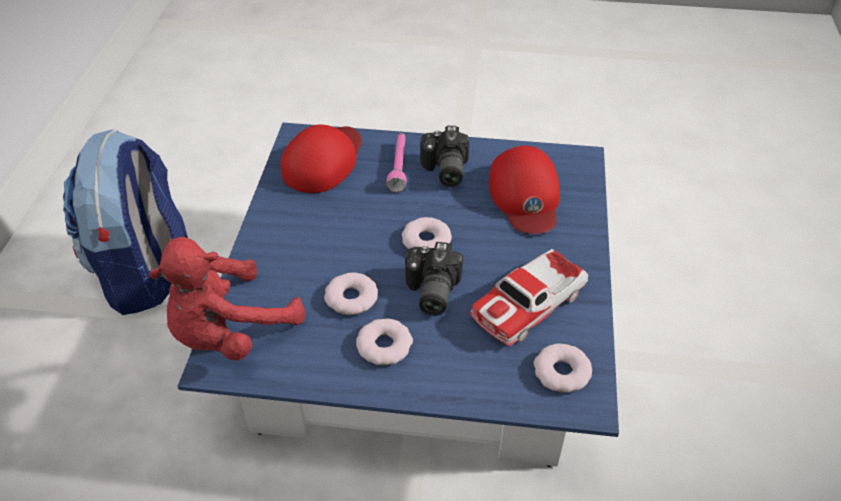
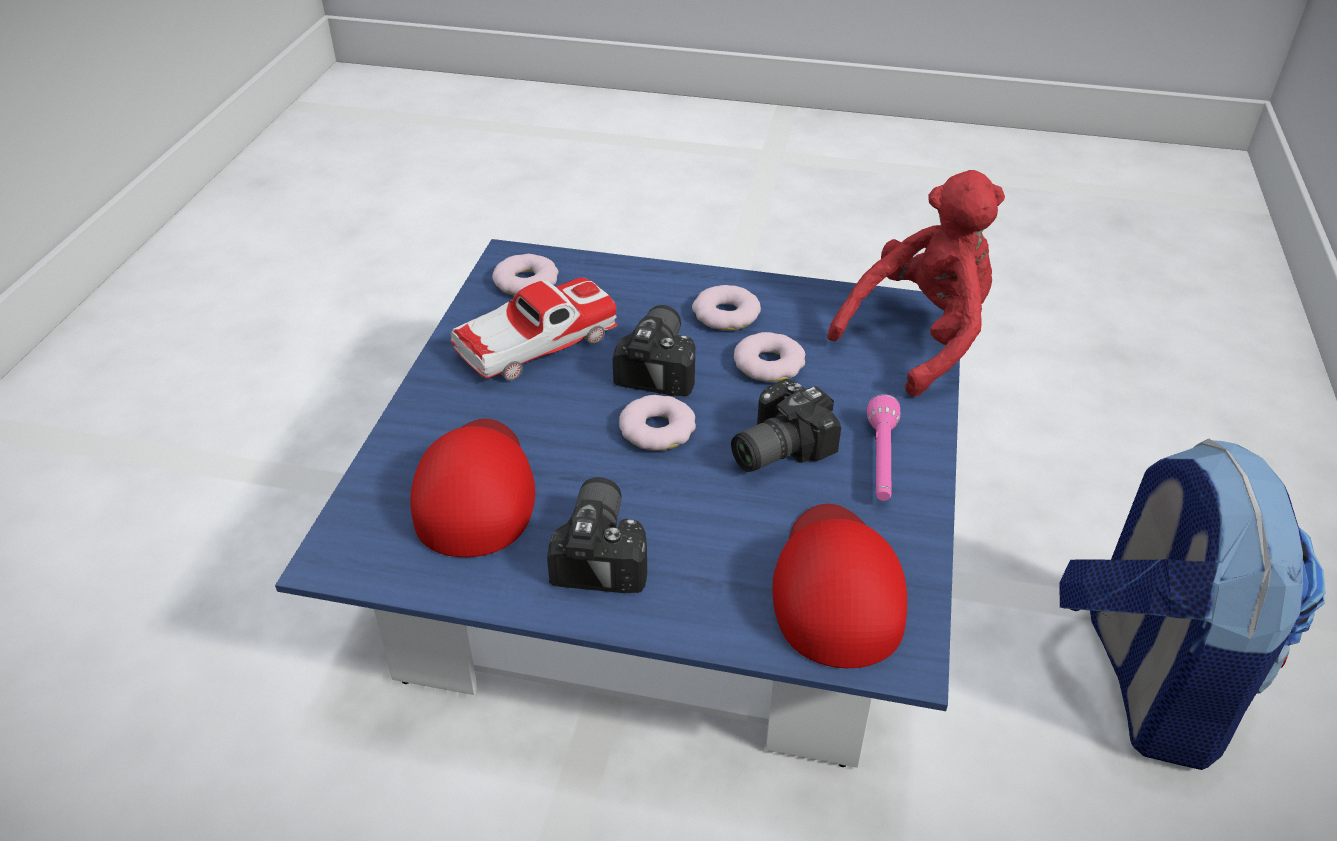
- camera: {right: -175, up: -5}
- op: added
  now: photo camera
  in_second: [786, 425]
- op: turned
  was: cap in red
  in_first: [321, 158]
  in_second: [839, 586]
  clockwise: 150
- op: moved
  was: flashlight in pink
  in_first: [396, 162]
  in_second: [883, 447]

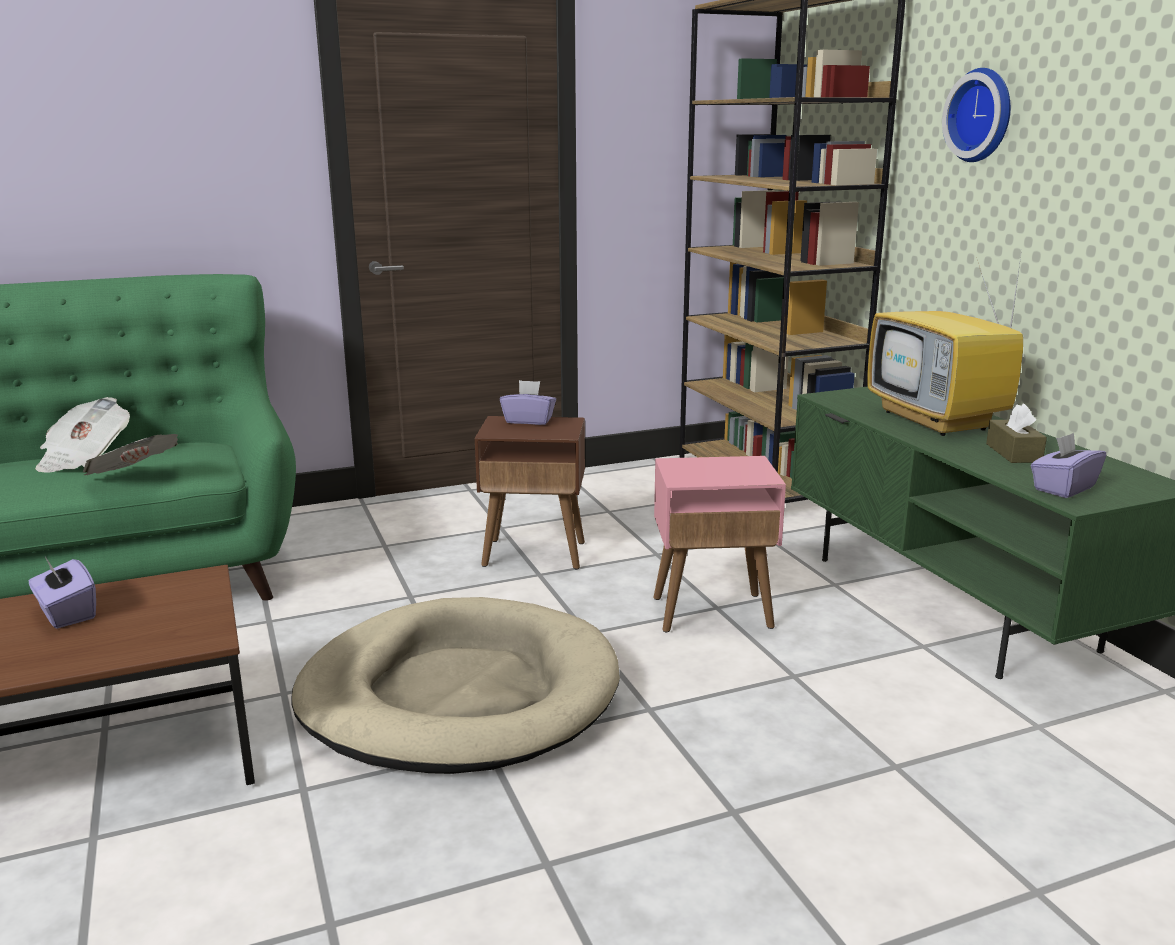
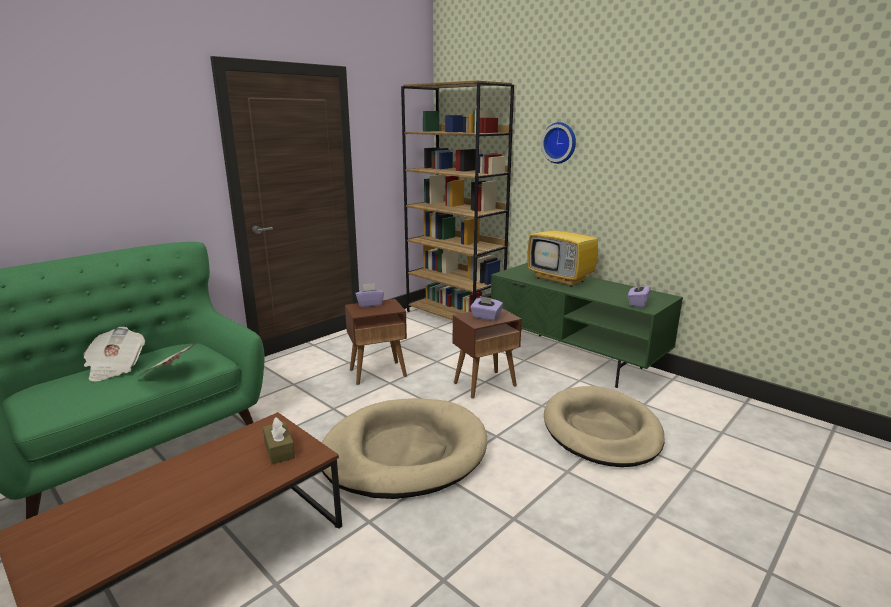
- camera: {right: -25, up: 0}
- op: moved
  was: tissue box in brown
  in_first: [1016, 433]
  in_second: [279, 440]
- op: recoloured
  was: side table in pink
  now: side table in brown
  in_first: [719, 544]
  in_second: [487, 353]
- op: moved
  was: tissue box in purple
  in_first: [62, 593]
  in_second: [486, 308]
- op: added
  now: dog bed in beige
  in_second: [604, 426]

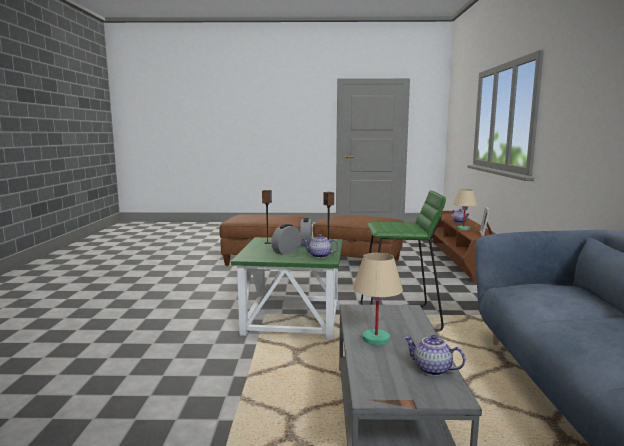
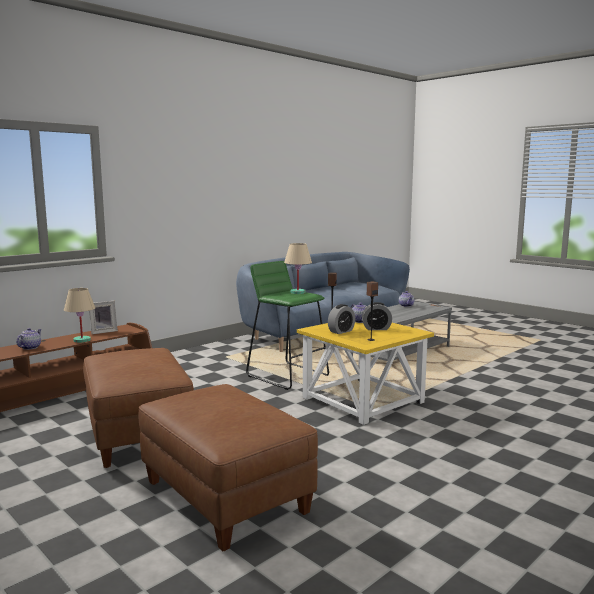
- camera: {right: -135, up: 0}
- op: moved
  was: table lamp in beige
  in_first: [378, 299]
  in_second: [298, 268]
- op: recoloured
  was: side table in green
  now: side table in yellow
  in_first: [287, 288]
  in_second: [365, 373]

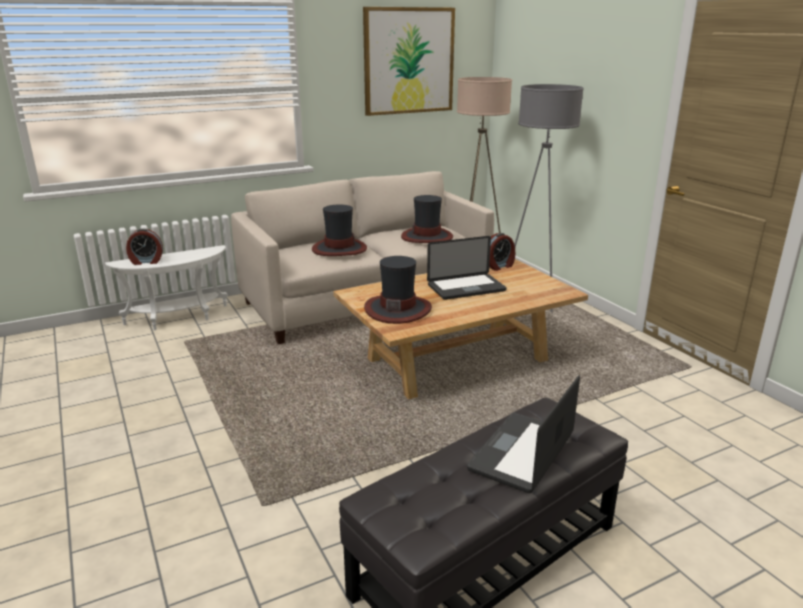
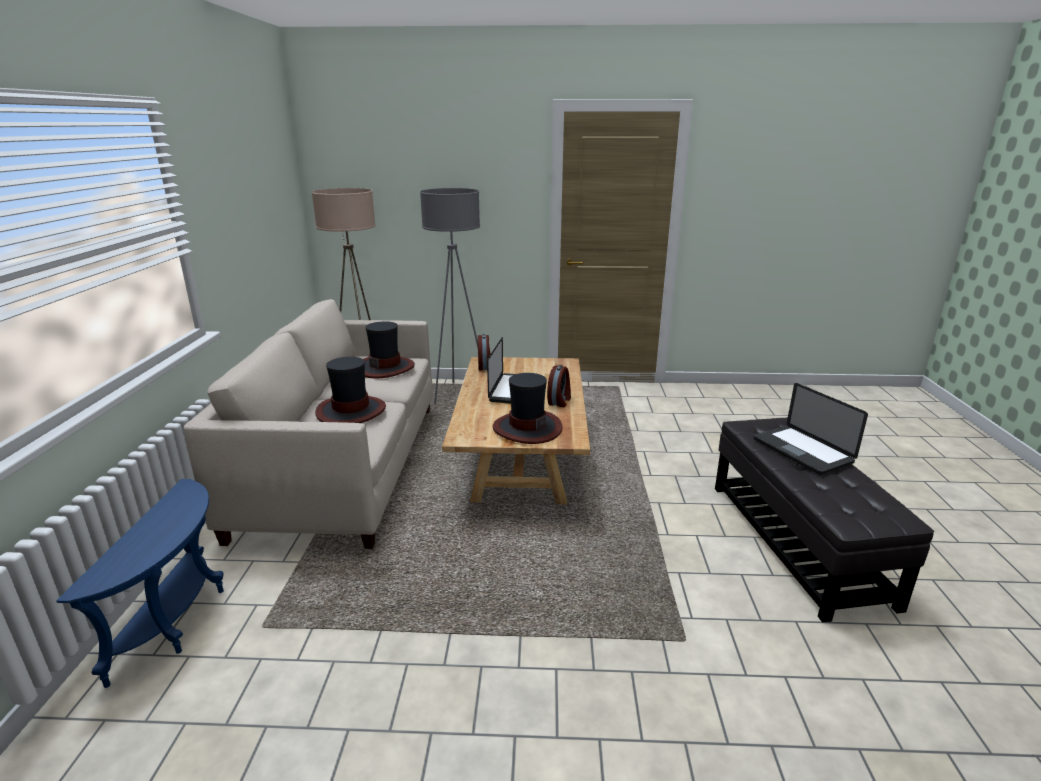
- camera: {right: -60, up: 0}
- op: recoloured
  was: side table in white
  now: side table in blue
  in_first: [166, 287]
  in_second: [140, 583]
- op: moved
  was: alarm clock
  in_first: [144, 247]
  in_second: [559, 386]
- op: removed
  was: picture
  in_first: [409, 61]

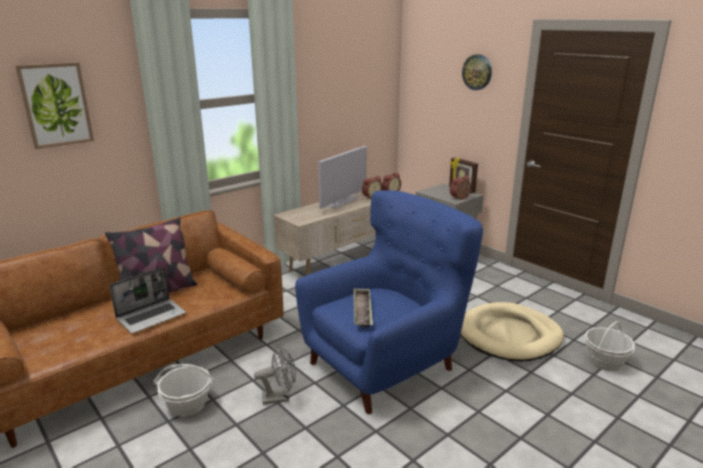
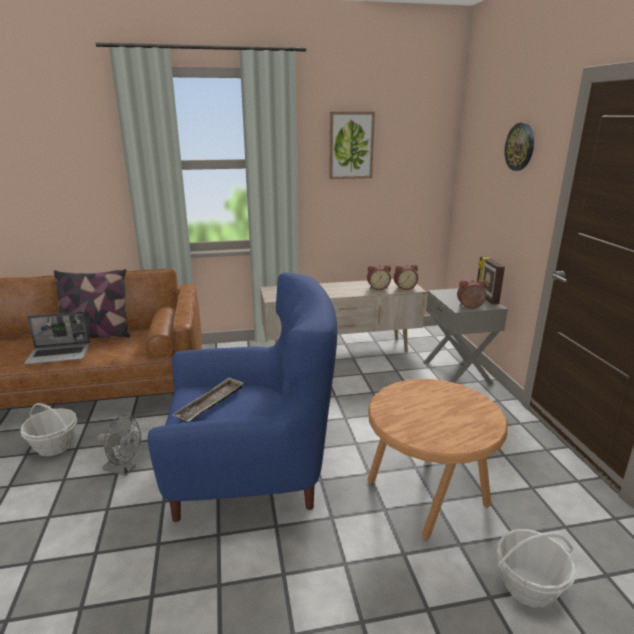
- camera: {right: 30, up: 0}
- op: moved
  was: picture
  in_first: [54, 105]
  in_second: [352, 145]
- op: replaced
  was: dog bed in beige
  now: side table in brown
  in_first: [512, 332]
  in_second: [438, 459]
- op: removed
  was: television
  in_first: [342, 177]

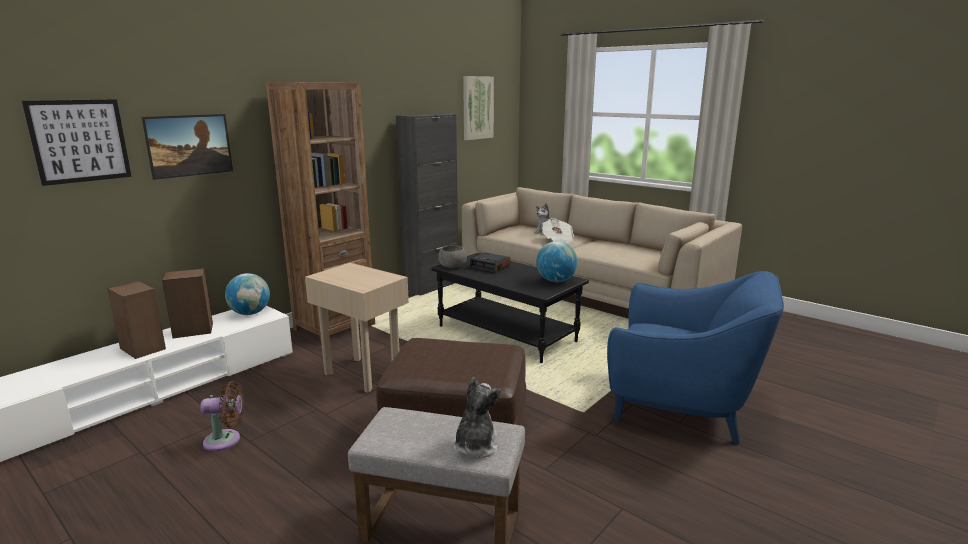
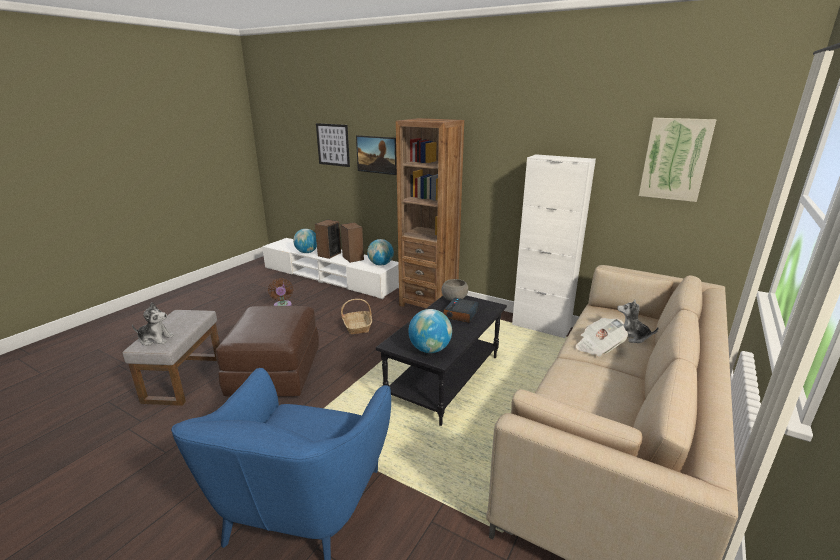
- camera: {right: 80, up: 5}
- op: added
  now: globe
  in_second: [305, 241]
- op: replaced
  was: side table in beige
  now: basket
  in_first: [357, 327]
  in_second: [356, 316]
- op: recoloured
  was: cabinet in black
  now: cabinet in white
  in_first: [427, 205]
  in_second: [554, 246]

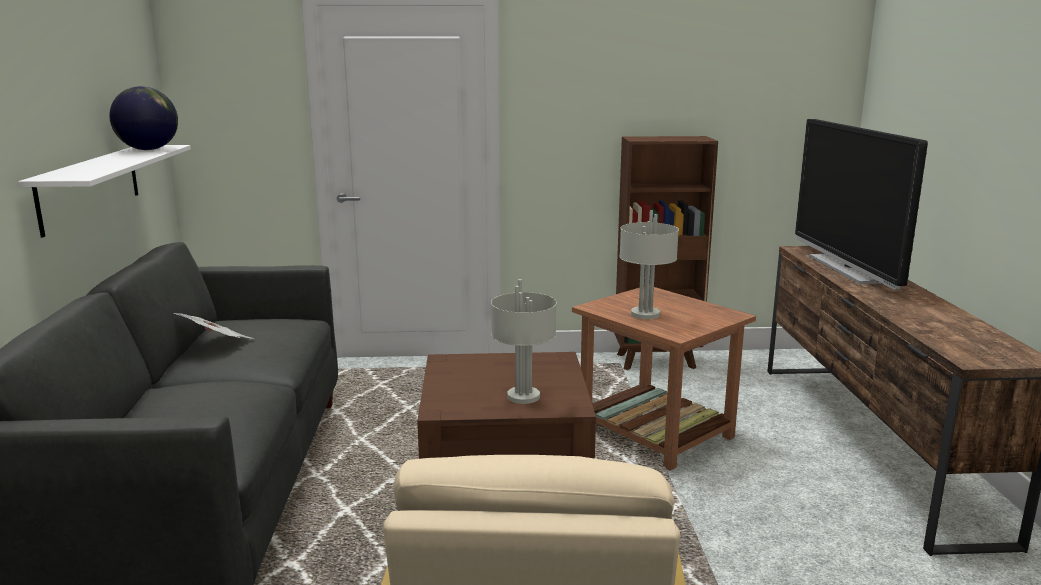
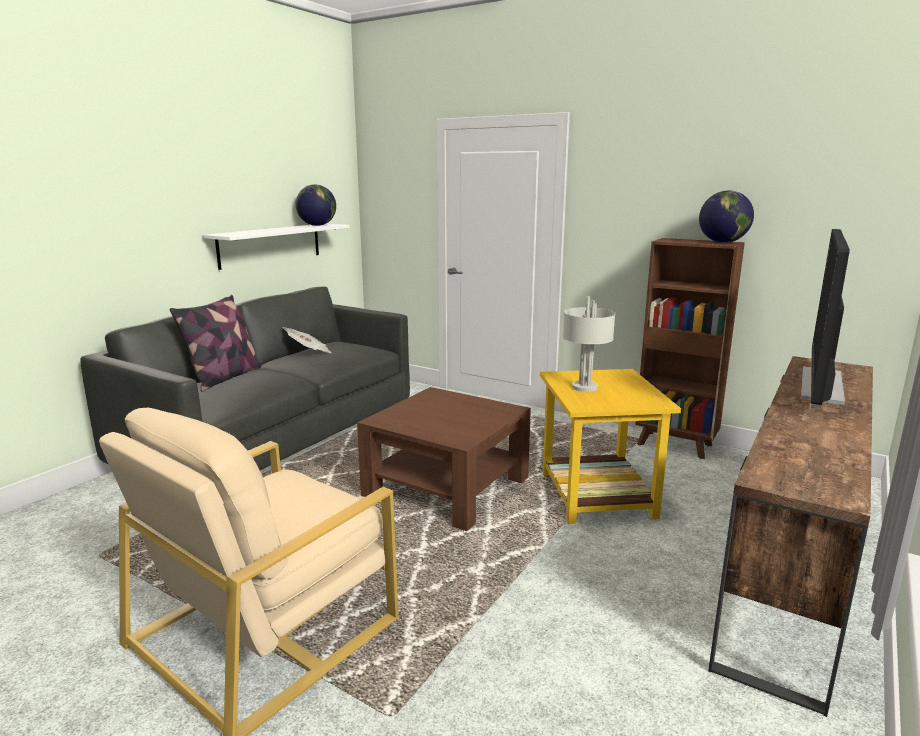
- camera: {right: 35, up: 0}
- op: added
  now: pillow
  in_second: [215, 343]
- op: recoloured
  was: side table in brown
  now: side table in yellow
  in_first: [664, 378]
  in_second: [610, 446]
- op: added
  now: globe
  in_second: [726, 217]
- op: removed
  was: table lamp in grey
  in_first: [524, 341]

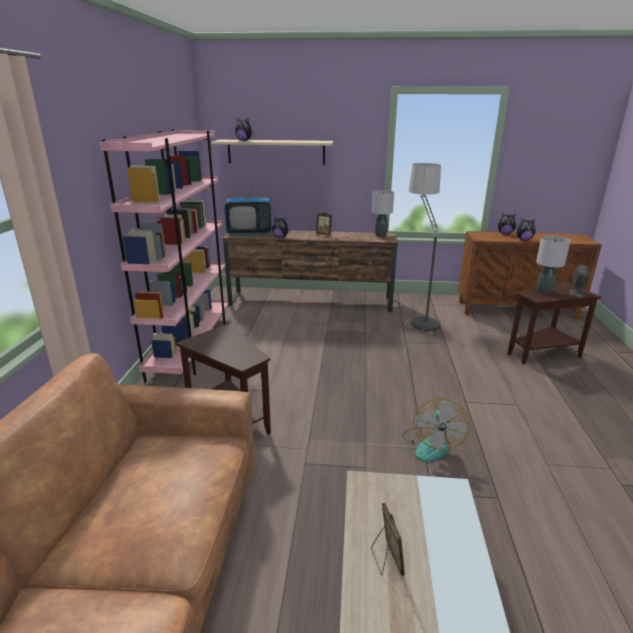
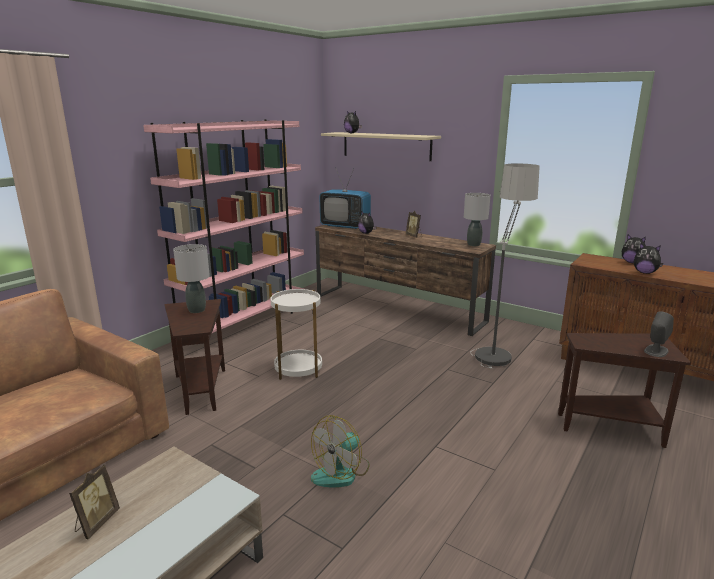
- camera: {right: 30, up: -5}
- op: moved
  was: table lamp in grey
  in_first: [553, 264]
  in_second: [191, 278]
- op: added
  now: side table in white
  in_second: [296, 334]

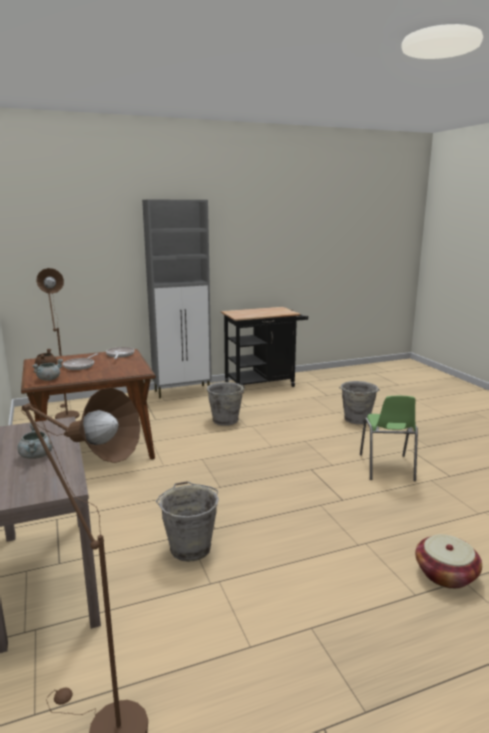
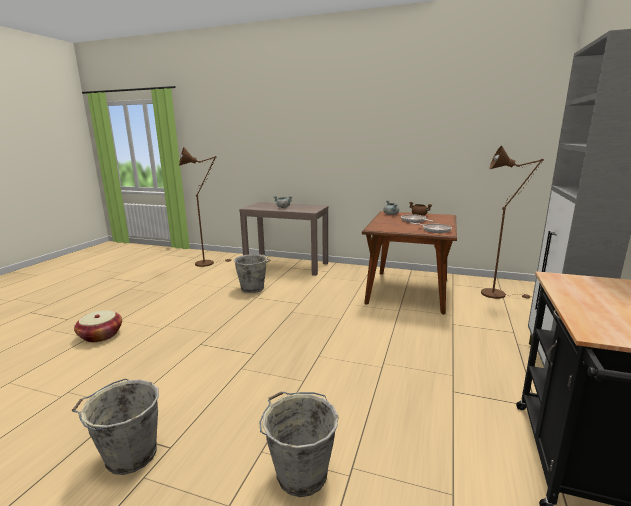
- camera: {right: 130, up: 0}
- op: moved
  was: bucket in grey
  in_first: [225, 404]
  in_second: [115, 426]
- op: removed
  was: chair in green
  in_first: [389, 438]

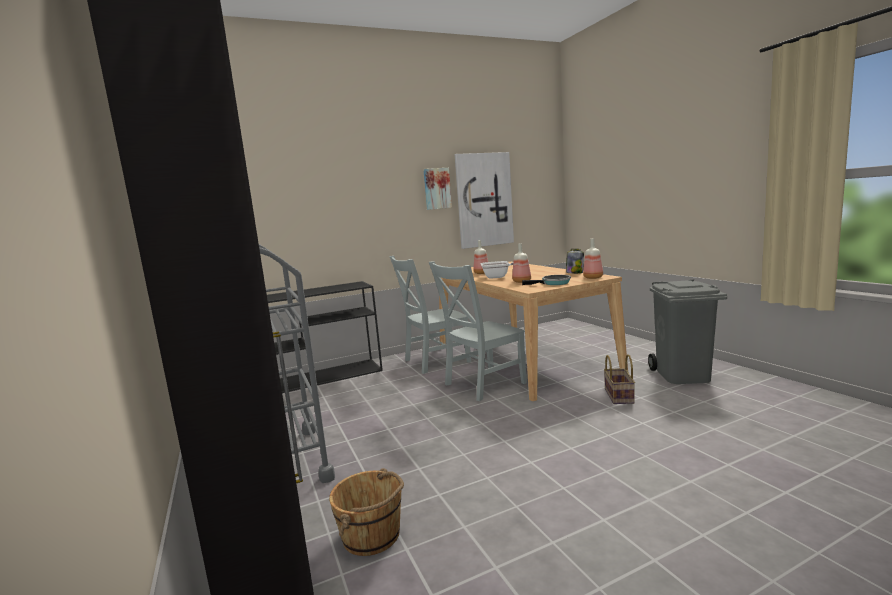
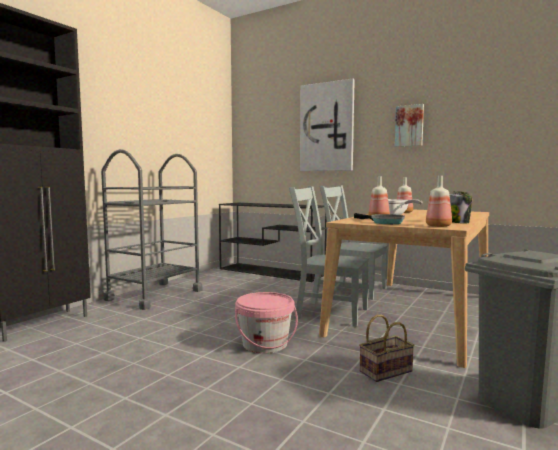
- camera: {right: 55, up: -5}
- op: added
  now: bucket in pink
  in_second: [266, 322]
- op: moved
  was: picture
  in_first: [484, 200]
  in_second: [327, 125]
- op: removed
  was: bucket in brown
  in_first: [366, 512]

